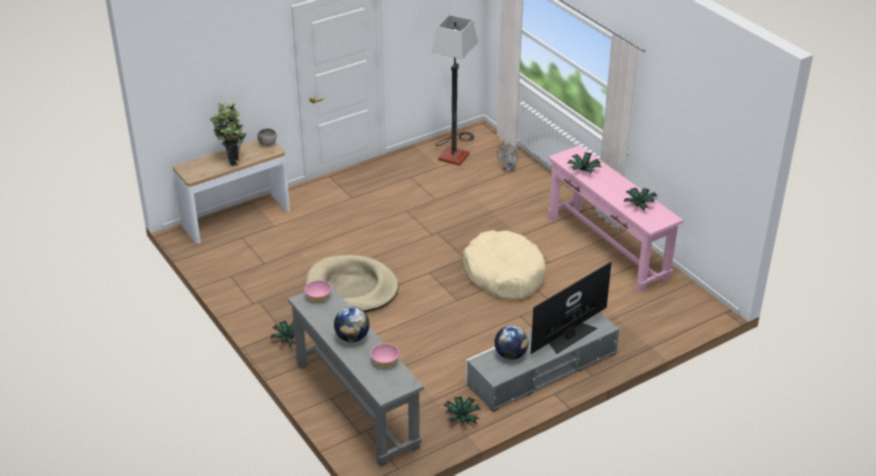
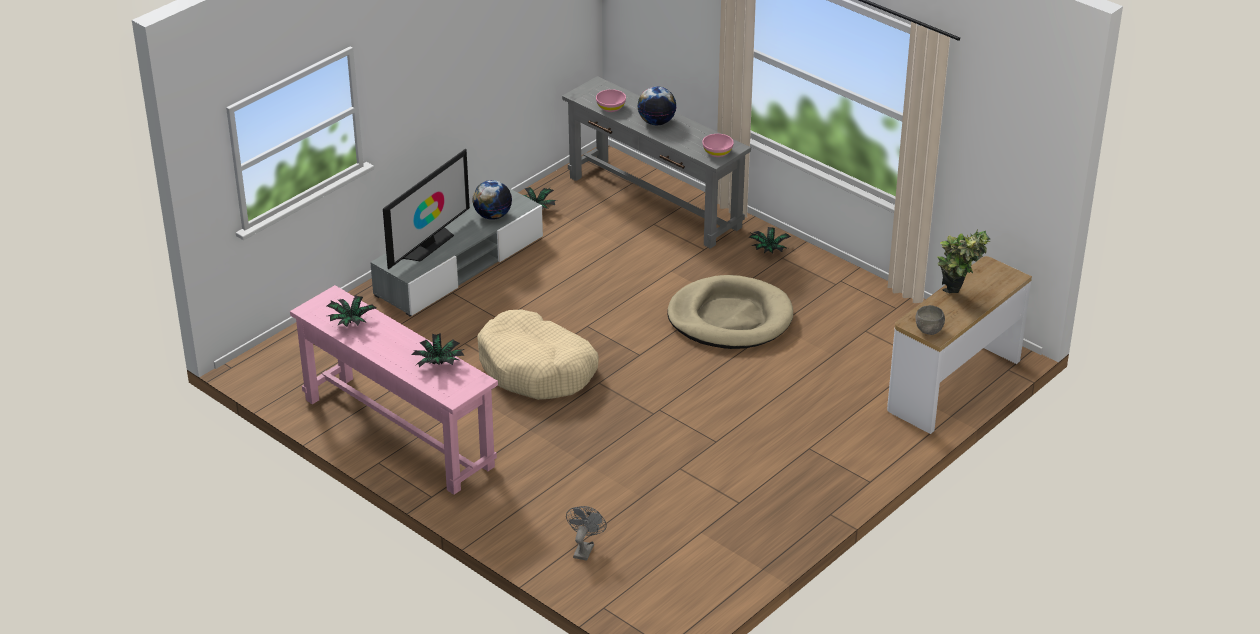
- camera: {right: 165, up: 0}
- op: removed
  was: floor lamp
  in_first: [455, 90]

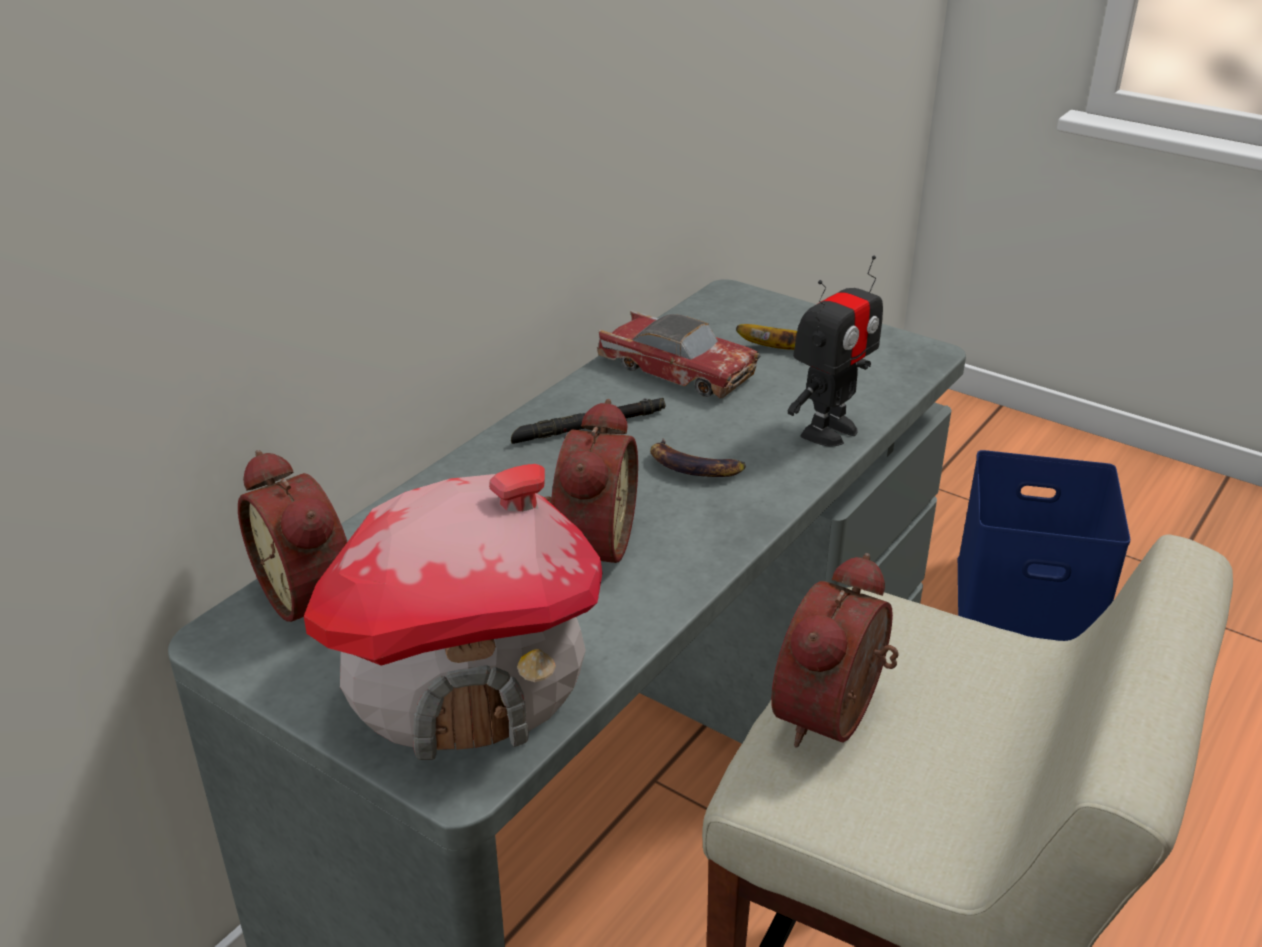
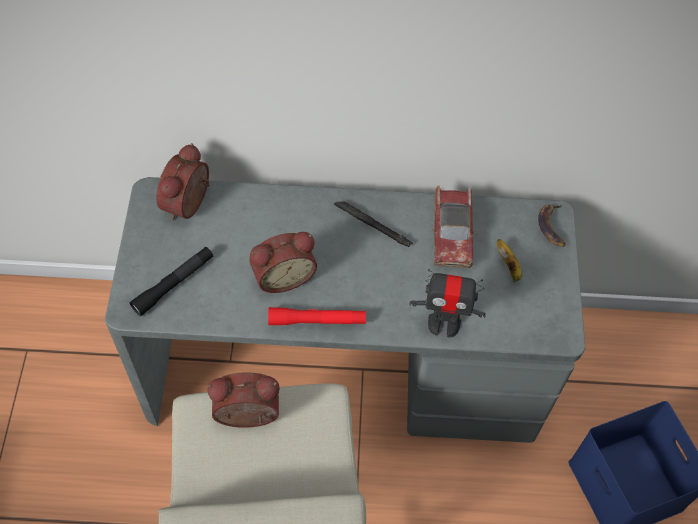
- camera: {right: 55, up: 25}
- op: replaced
  was: toy house
  now: flashlight in black
  in_first: [453, 612]
  in_second: [171, 281]
- op: added
  now: flashlight in red
  in_second: [317, 316]
- op: moved
  was: banana
  in_first: [698, 457]
  in_second: [552, 225]

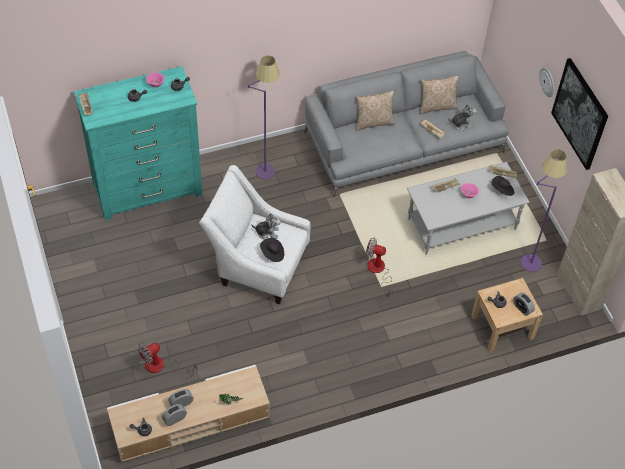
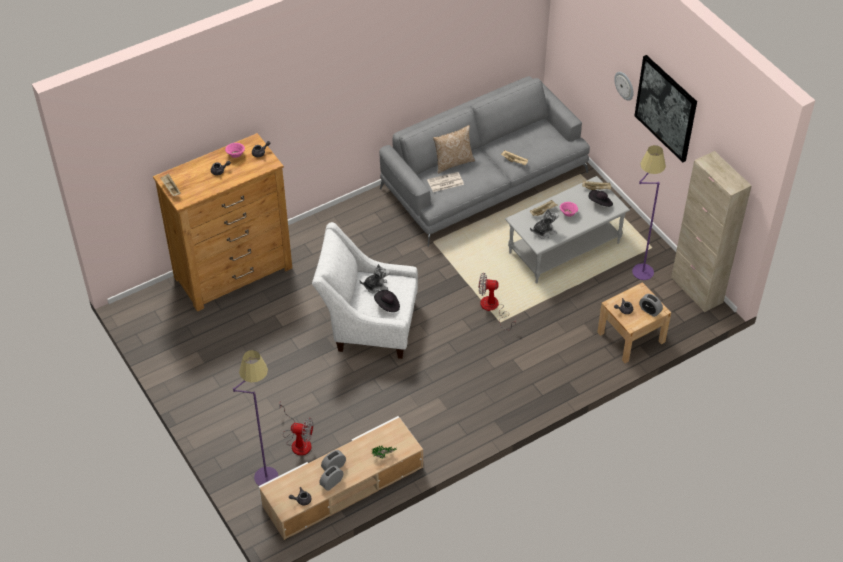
- camera: {right: -10, up: -5}
- op: recoloured
  was: dresser in turquoise
  now: dresser in brown
  in_first: [138, 143]
  in_second: [222, 222]
- op: moved
  was: floor lamp in purple
  in_first: [264, 117]
  in_second: [255, 418]
- op: turned
  was: fan
  in_first: [167, 360]
  in_second: [296, 428]
  clockwise: -120
- op: added
  now: newspaper
  in_second: [445, 182]
- op: moved
  was: plush toy
  in_first: [462, 117]
  in_second: [544, 224]
- op: removed
  was: pillow
  in_first: [439, 94]

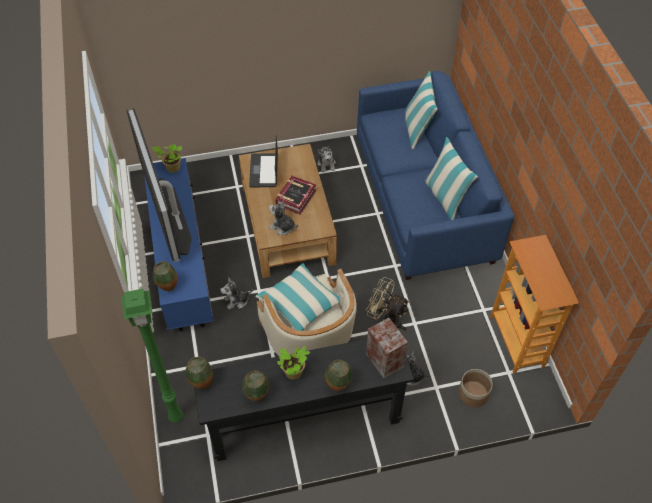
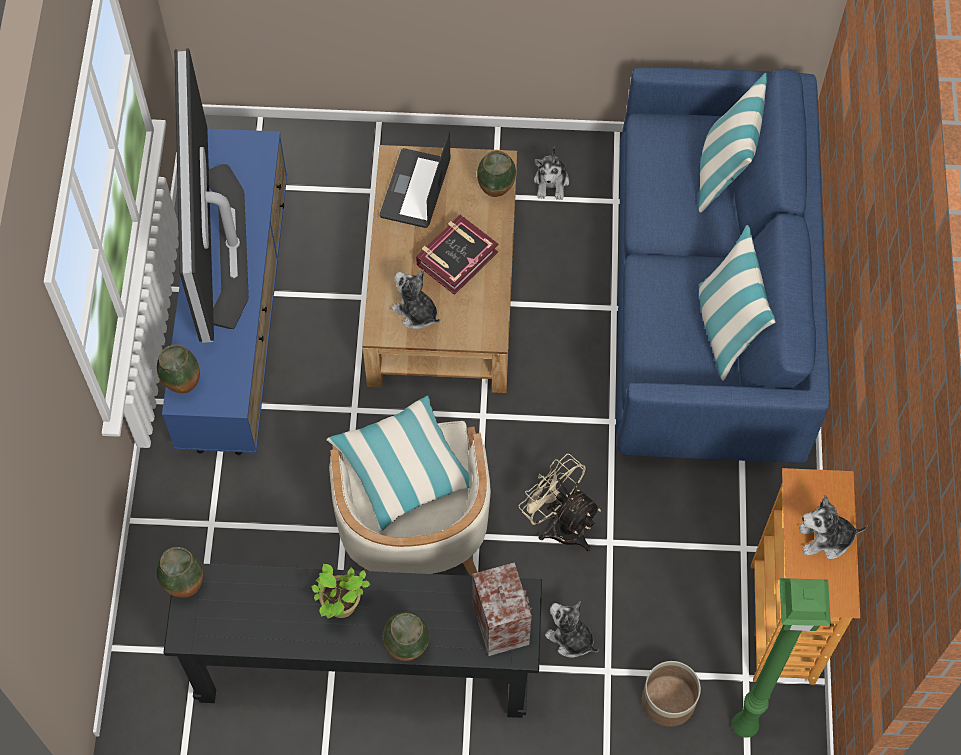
- camera: {right: 15, up: 10}
- op: moved
  was: vase
  in_first: [255, 386]
  in_second: [496, 174]
- op: moved
  was: floor lamp in green
  in_first: [152, 355]
  in_second: [781, 658]
- op: moved
  was: plush toy
  in_first: [236, 293]
  in_second: [833, 527]
- op: removed
  was: potted plant
  in_first: [167, 158]

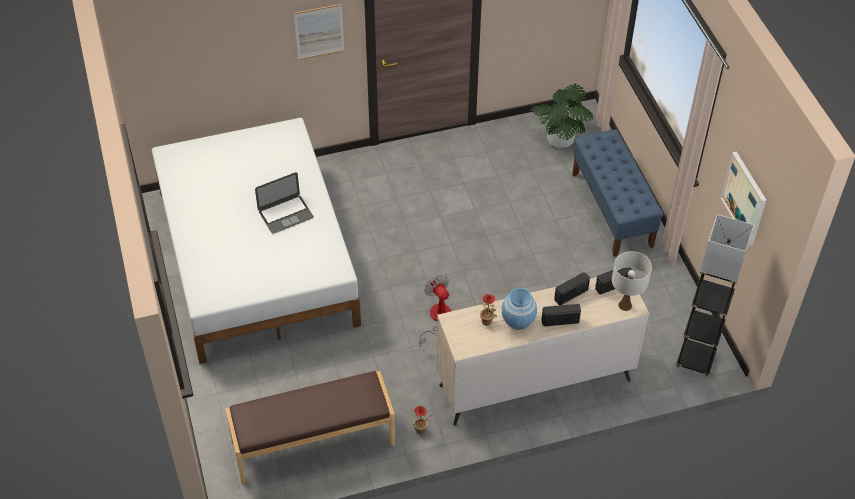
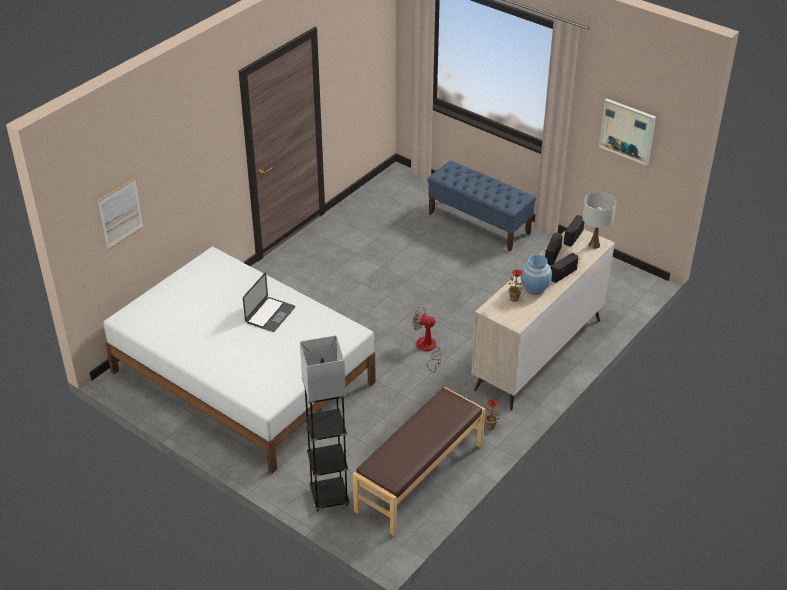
- camera: {right: -35, up: -10}
- op: moved
  was: picture
  in_first: [319, 32]
  in_second: [121, 214]
- op: moved
  was: floor lamp in grey
  in_first: [715, 295]
  in_second: [325, 423]
- op: removed
  was: potted plant
  in_first: [562, 116]

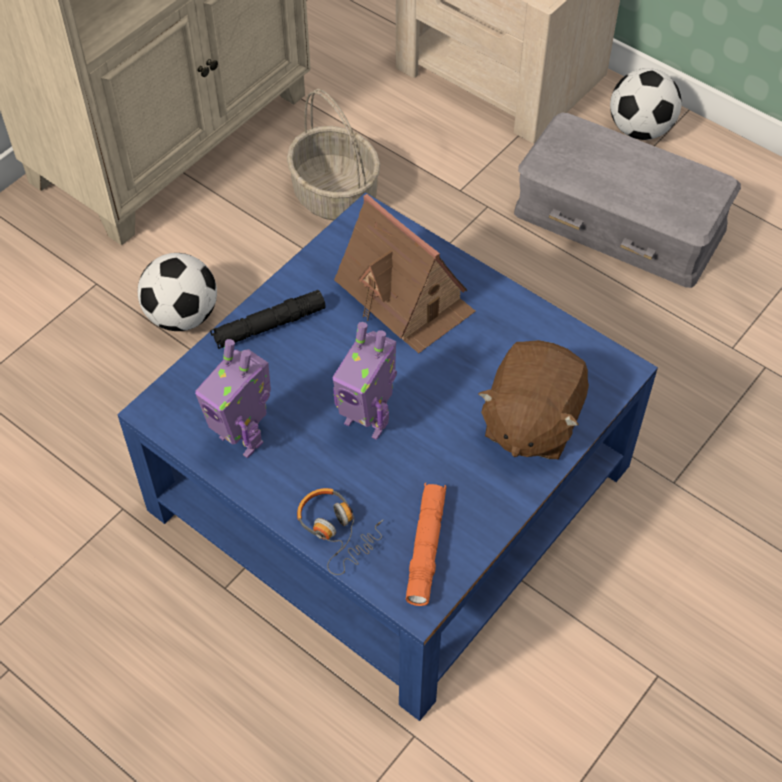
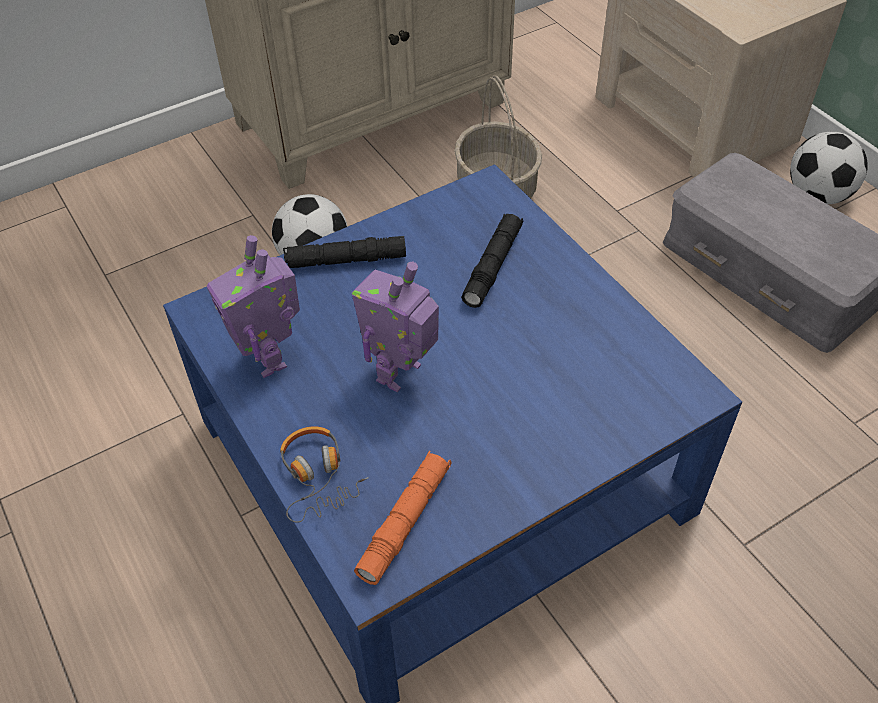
- camera: {right: 20, up: -5}
- op: turned
  was: toy robot
  in_first: [364, 381]
  in_second: [395, 326]
  clockwise: 75
- op: replaced
  was: toy house
  now: flashlight in black
  in_first: [404, 273]
  in_second: [492, 260]
- op: removed
  was: plush toy in brown
  in_first: [533, 399]

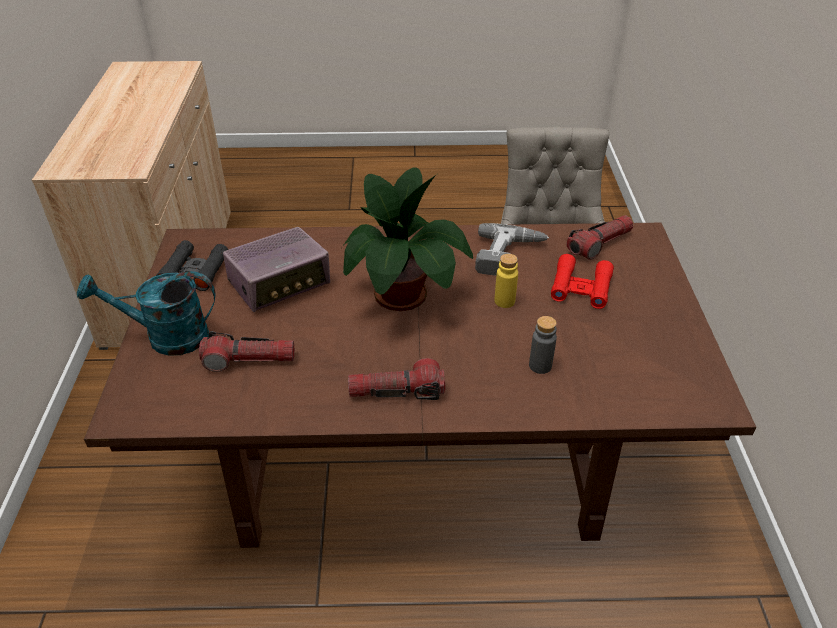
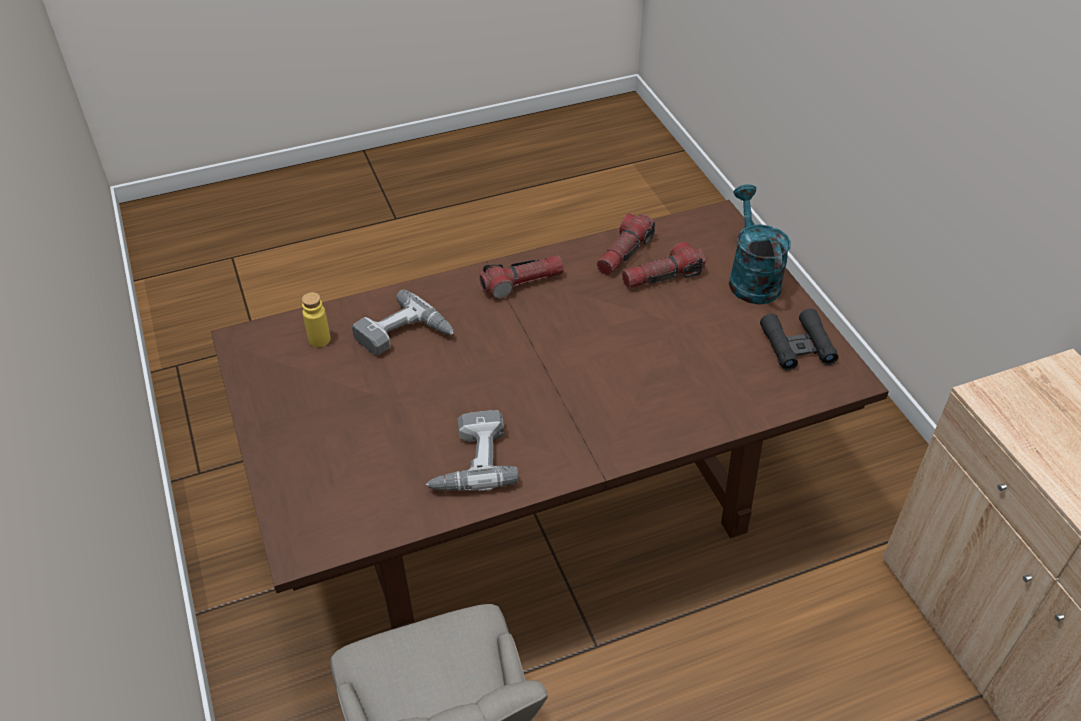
- camera: {right: 160, up: 5}
- op: moved
  was: bottle in yellow
  in_first: [506, 281]
  in_second: [316, 319]
- op: replaced
  was: bottle in grey
  now: power drill
  in_first: [543, 345]
  in_second: [403, 322]
- op: moved
  was: flashlight
  in_first: [599, 237]
  in_second: [626, 244]
- op: turned
  was: watering can in turquoise
  in_first: [146, 313]
  in_second: [760, 244]
  clockwise: -75
- op: removed
  was: radio
  in_first: [276, 269]
- op: removed
  was: potted plant
  in_first: [408, 239]
- op: removed
  was: binoculars in red
  in_first: [582, 281]

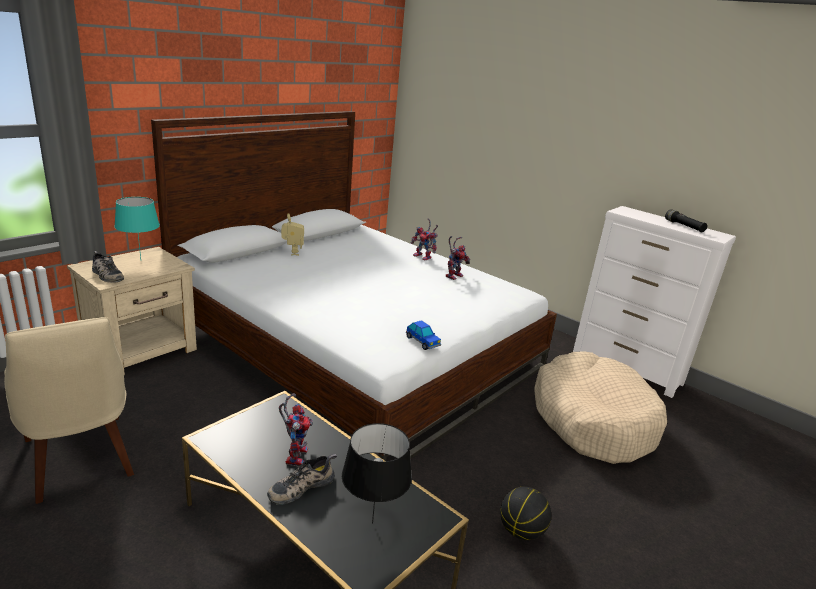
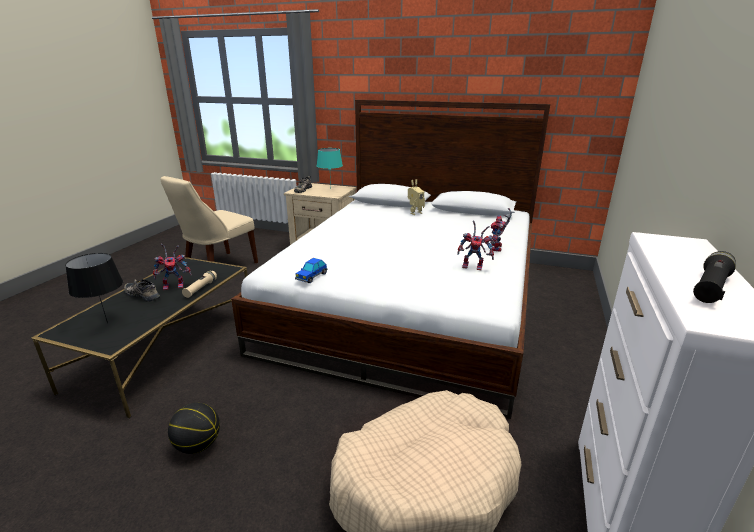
- camera: {right: 70, up: 0}
- op: added
  now: flashlight in beige
  in_second: [199, 284]

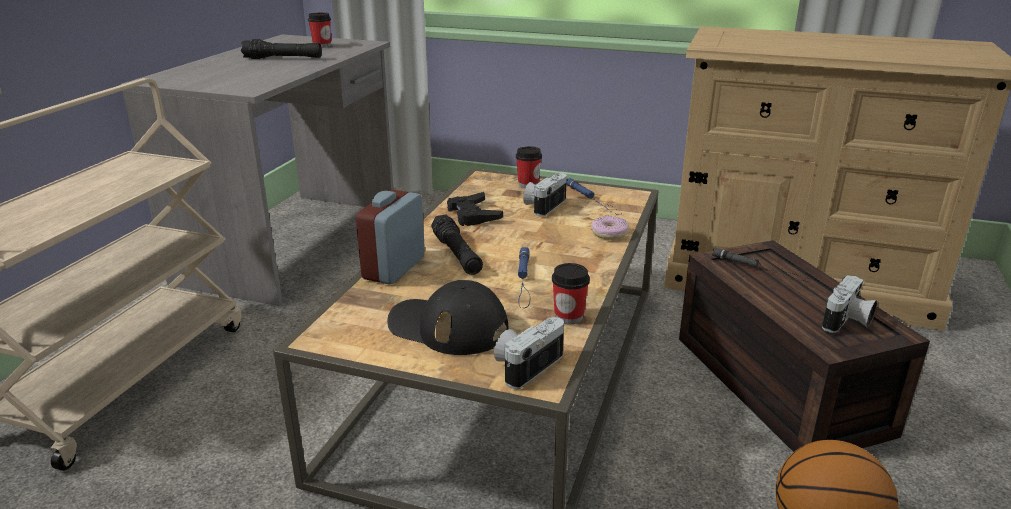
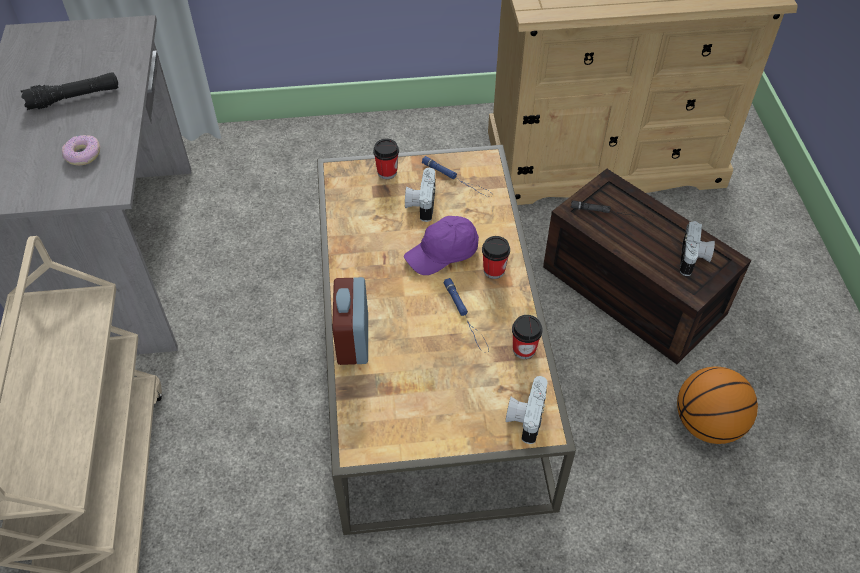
- camera: {right: -25, up: 25}
- op: moved
  was: donut
  in_first: [610, 227]
  in_second: [81, 150]
- op: added
  now: cap in purple
  in_second: [441, 245]
- op: moved
  was: cup
  in_first: [319, 30]
  in_second: [496, 257]
- op: removed
  was: cap in black
  in_first: [447, 317]
- op: removed
  was: flashlight in black
  in_first: [457, 244]
- op: removed
  was: game controller in black
  in_first: [475, 209]

